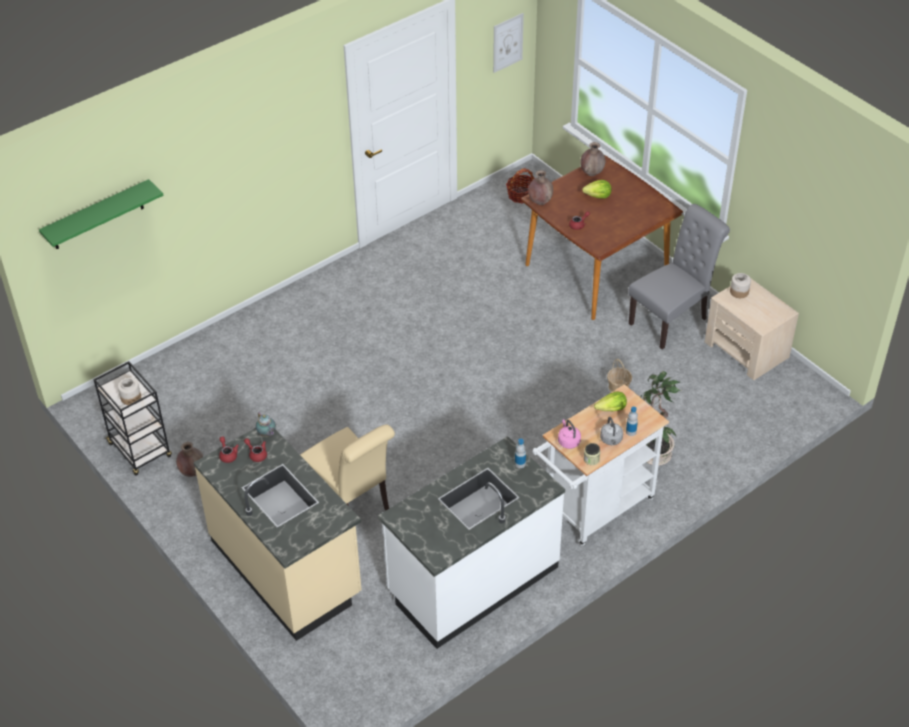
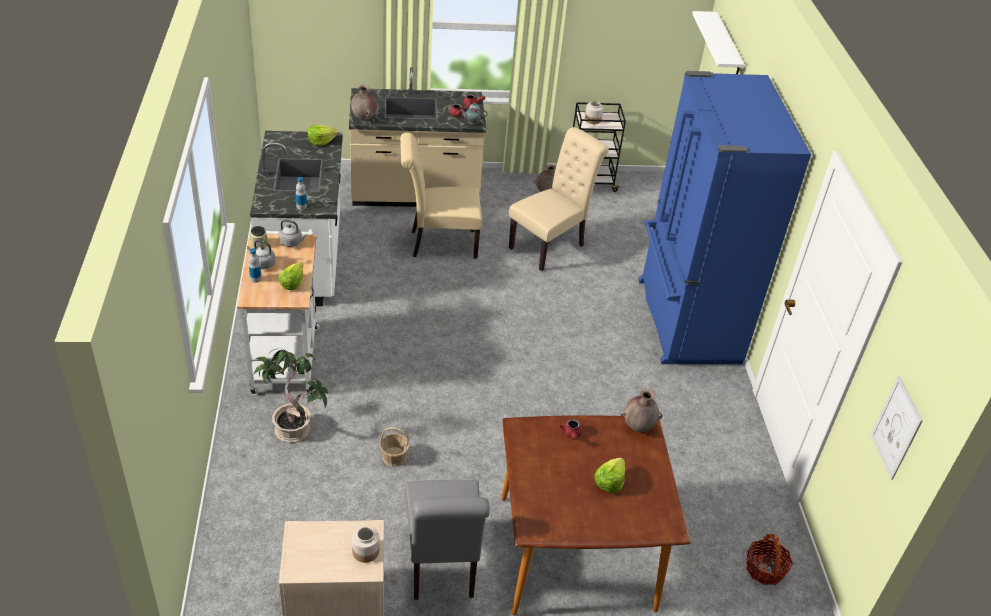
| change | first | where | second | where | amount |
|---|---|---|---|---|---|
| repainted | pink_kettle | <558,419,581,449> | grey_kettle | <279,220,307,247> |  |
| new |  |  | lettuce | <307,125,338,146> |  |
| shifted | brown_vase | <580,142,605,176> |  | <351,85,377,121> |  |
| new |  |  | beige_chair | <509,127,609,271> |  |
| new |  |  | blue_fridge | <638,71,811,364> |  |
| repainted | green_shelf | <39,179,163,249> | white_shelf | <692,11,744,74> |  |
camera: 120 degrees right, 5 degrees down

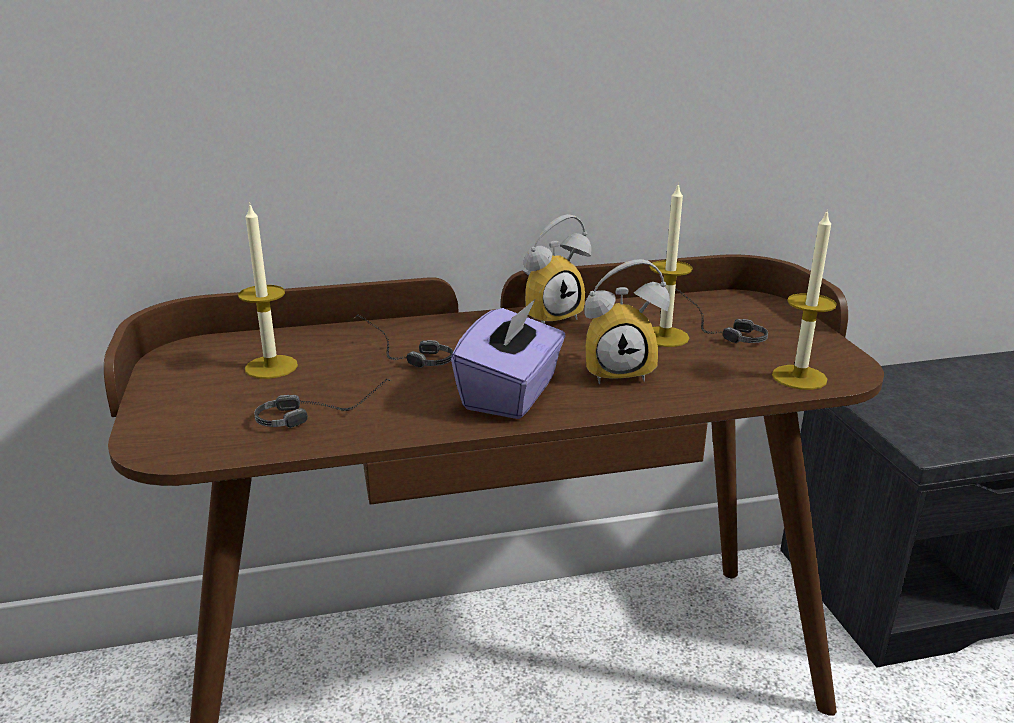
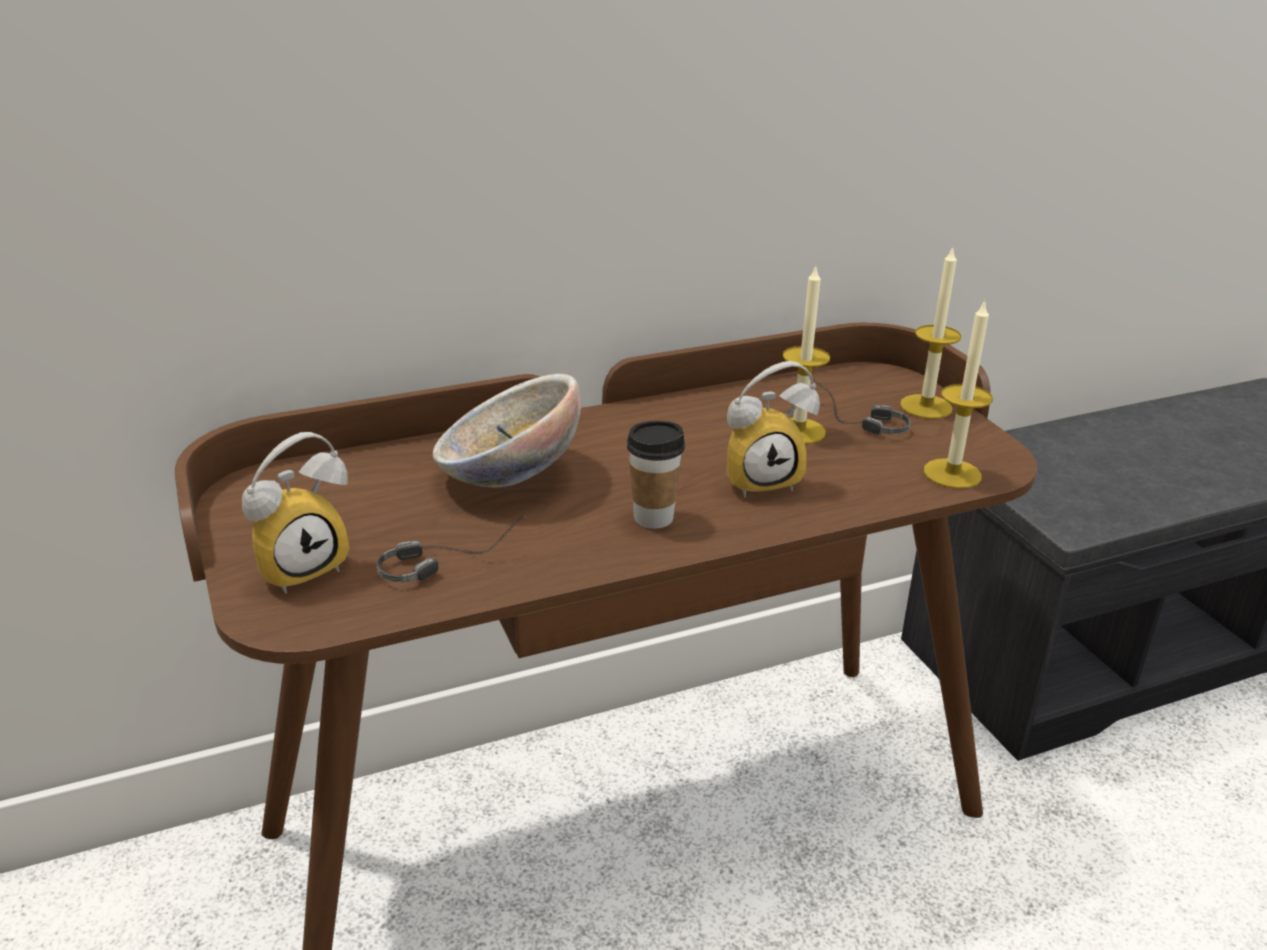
| change | first | where | second | where | amount |
|---|---|---|---|---|---|
| shifted | alarm_clock | <523,214,591,324> |  | <242,432,349,594> |  |
| swapped | headphones | <353,314,453,368> | bowl | <433,374,581,487> |  |
| swapped | purple_tissue_box | <451,299,565,419> | cup | <627,421,685,529> |  |
| shifted | candle | <238,202,298,379> |  | <900,246,961,419> |  |
camera: 10 degrees left, 5 degrees up

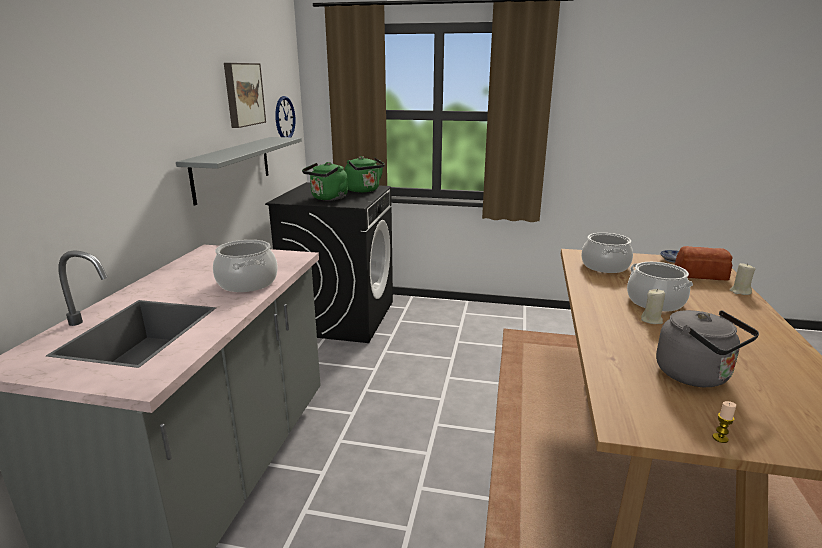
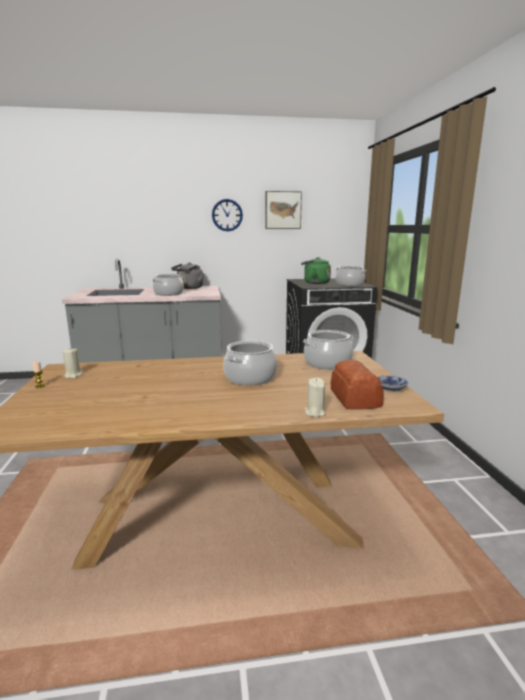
| change | first | where | second | where | amount |
|---|---|---|---|---|---|
| shifted | beige_candle | <641,289,665,324> |  | <62,348,83,378> |  |
| shifted | grey_kettle | <656,310,759,387> |  | <171,263,204,289> |  |
| shifted | wall_clock | <275,96,295,137> |  | <212,199,243,231> |  |
| swapped | green_kettle | <344,156,385,192> | cooking_pot | <336,266,366,286> |  |
| gone | grey_shelf | <176,137,302,206> |  |  |  |
camera: 70 degrees right, 5 degrees down

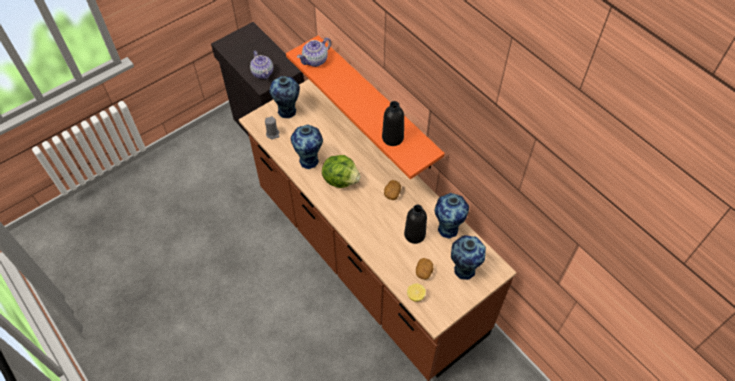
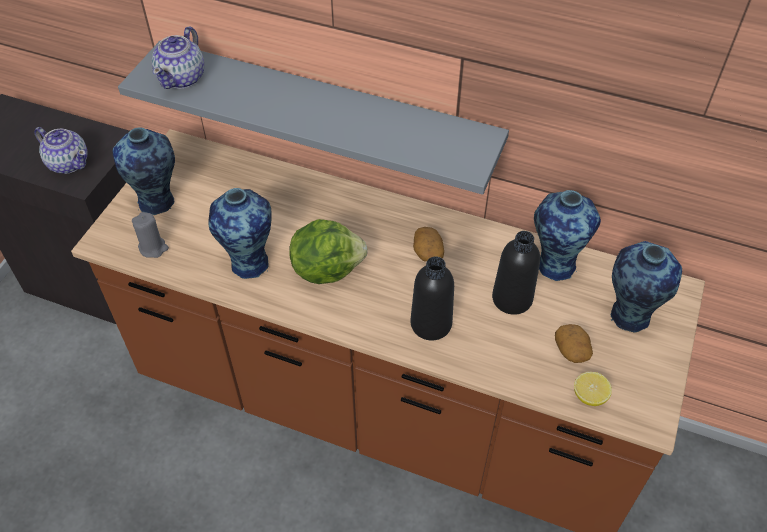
| change | first | where | second | where | amount |
|---|---|---|---|---|---|
| repainted | orange_shelf | <286,35,445,179> | grey_shelf | <118,40,509,195> |  |
| shifted | black_bottle | <382,101,404,146> |  | <410,256,454,340> |  |
camera: 30 degrees left, 5 degrees down

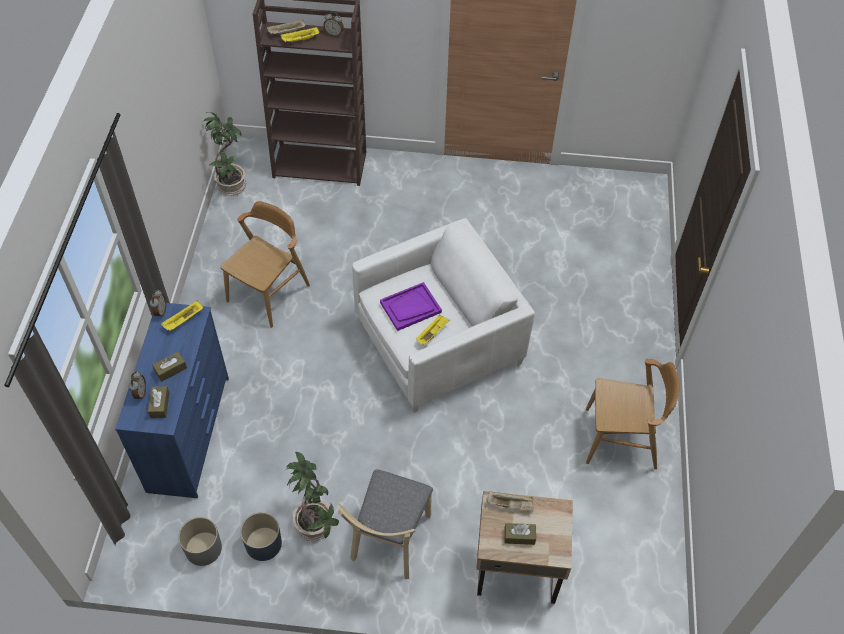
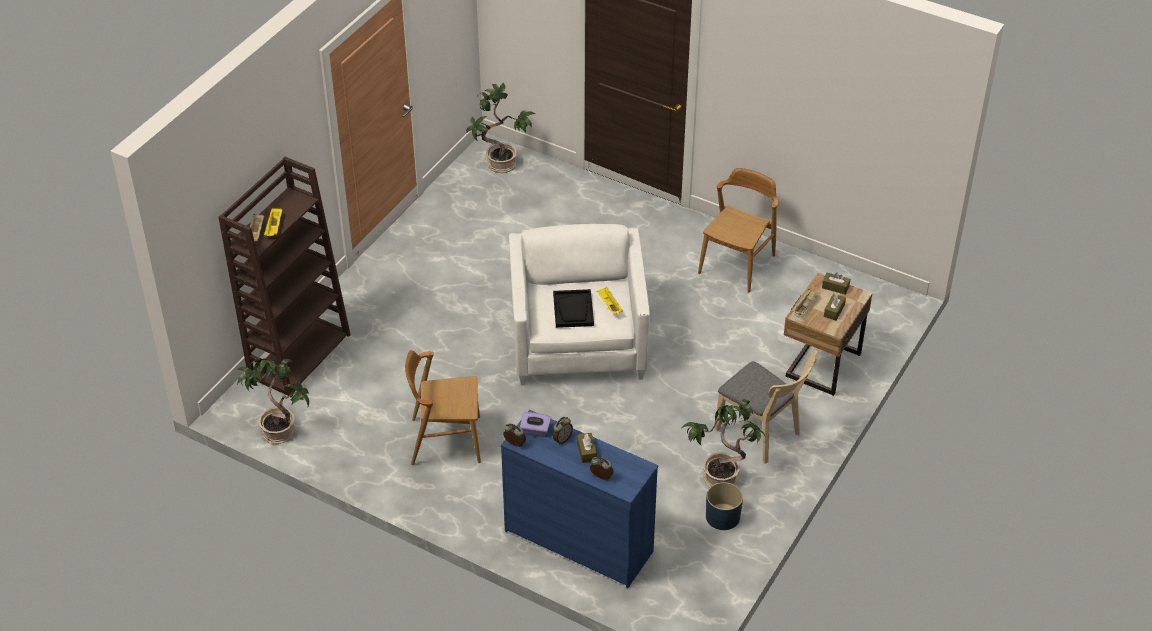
| change | first | where | second | where | amount |
|---|---|---|---|---|---|
| rotated | brown_chair | <220,201,310,328> |  | <405,350,481,465> | 60 degrees counterclockwise |
| new |  |  | potted_plant | <466,82,536,173> |  |
| swapped | yellow_tray | <161,301,203,331> | purple_tissue_box | <520,412,551,437> |  |
| repainted | purple_tray | <380,282,442,331> | black_tray | <553,289,594,328> |  |
| shifted | alarm_clock | <323,12,344,37> |  | <553,417,573,444> |  |
| shifted | brown_tissue_box | <148,386,169,418> |  | <822,272,850,295> |  |
| gone | grey_planter | <178,517,222,566> |  |  |  |
camera: 65 degrees left, 10 degrees down

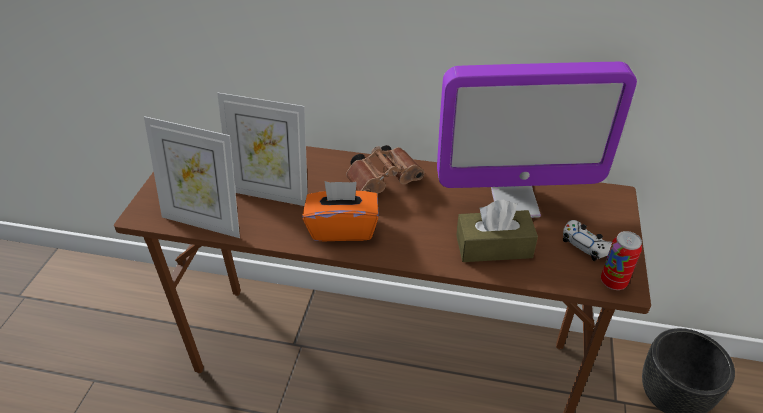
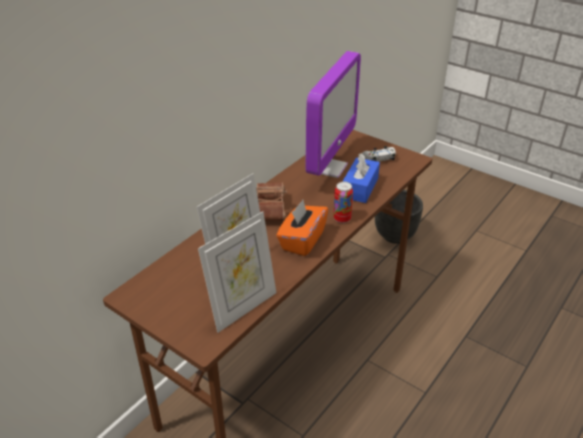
| change | first | where | second | where | amount |
|---|---|---|---|---|---|
| shifted | can | <601,231,642,290> |  | <333,181,353,223> |  |
| repainted | brown_tissue_box | <456,200,538,262> | blue_tissue_box | <343,153,380,203> |  |
camera: 65 degrees left, 5 degrees down

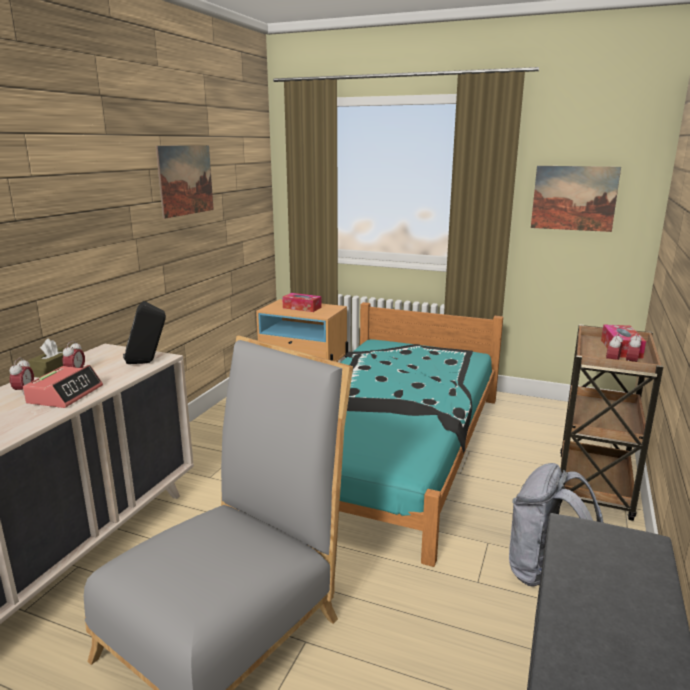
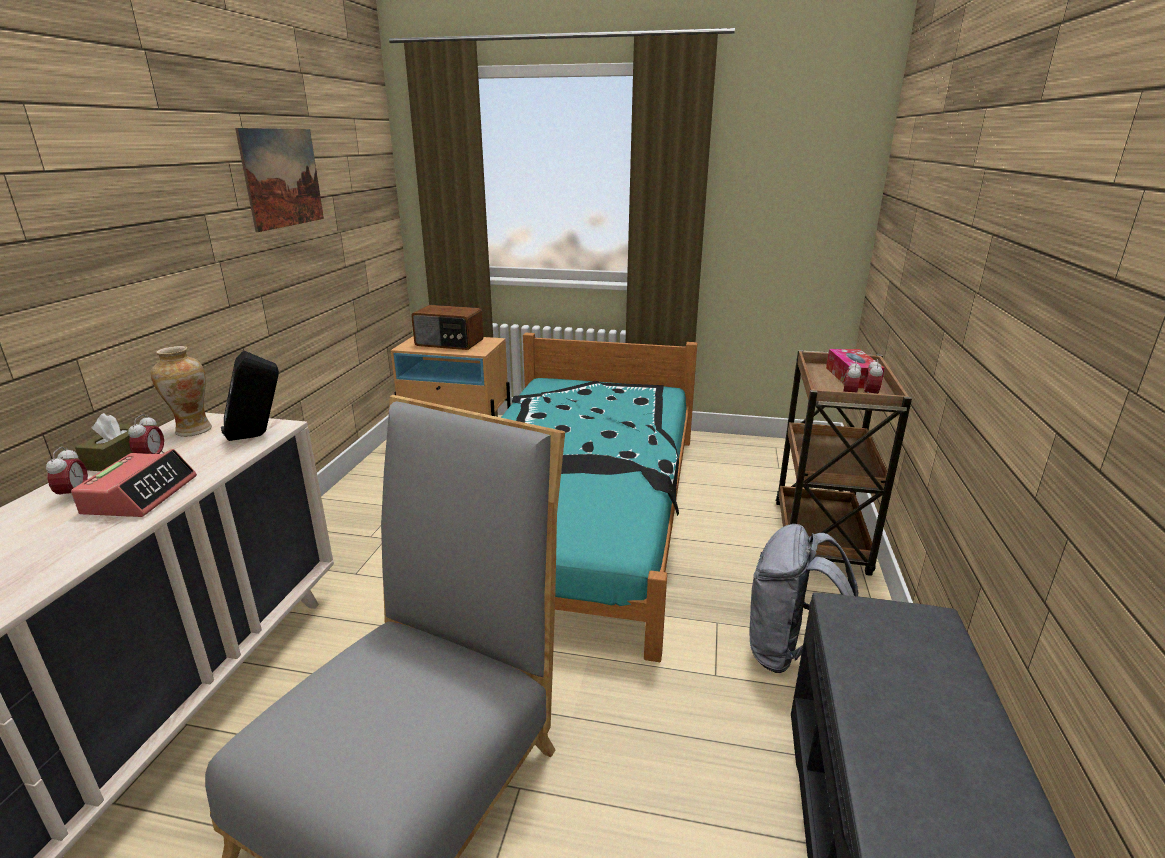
| change | first | where | second | where | amount |
|---|---|---|---|---|---|
| new |  |  | vase | <151,346,212,437> |  |
| swapped | tissue_box | <282,293,322,312> | radio | <411,305,484,350> |  |
| gone | picture | <531,166,621,232> |  |  |  |
camera: 10 degrees left, 5 degrees up

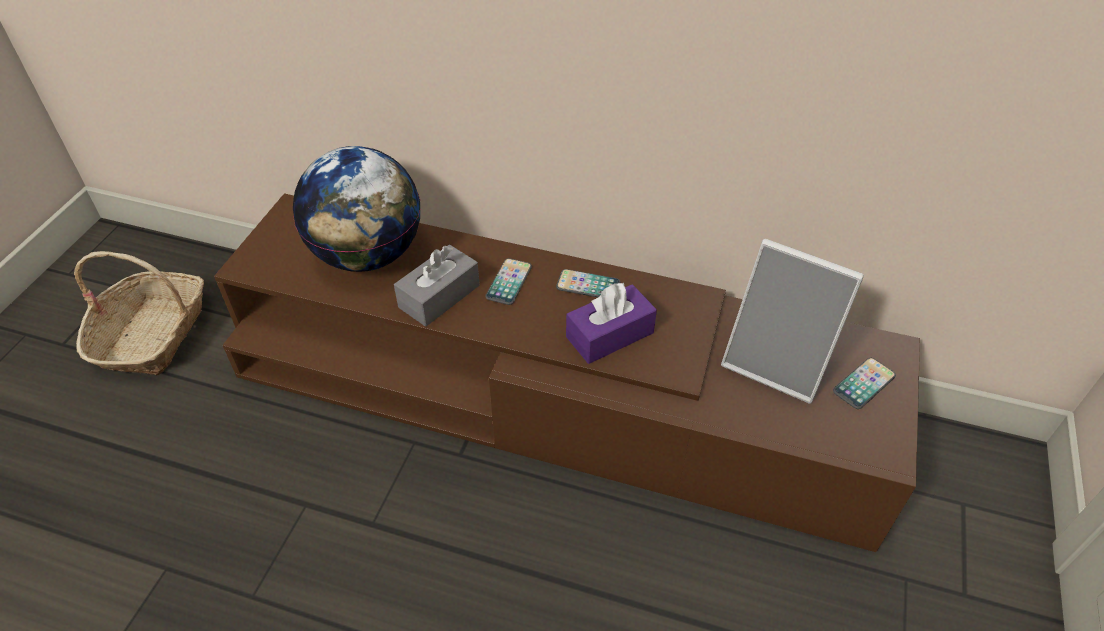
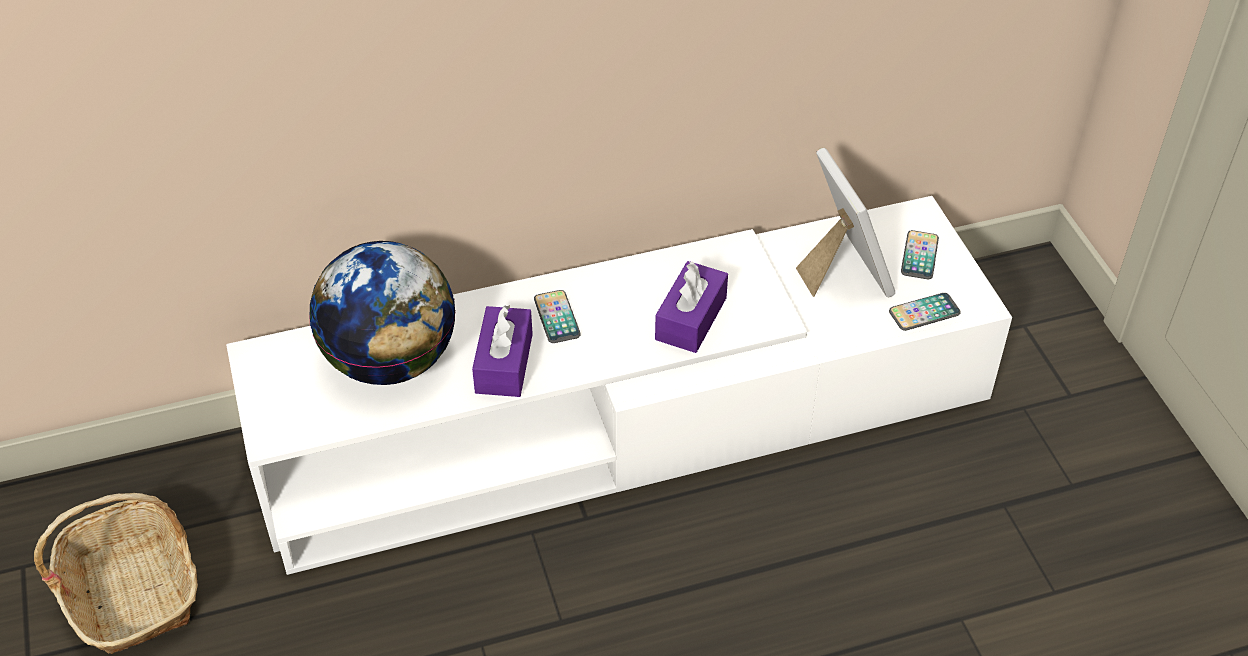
| change | first | where | second | where | amount |
|---|---|---|---|---|---|
| repainted | brown_tv_stand | <214,193,920,552> | white_tv_stand | <226,196,1012,575> |  |
| repainted | grey_tissue_box | <394,245,480,327> | purple_tissue_box | <472,305,533,397> |  |
| rotated | picture_frame | <721,239,864,403> |  | <796,148,895,297> | 105 degrees counterclockwise |
| shifted | phone | <556,269,620,297> |  | <889,293,961,331> |  |
camera: 35 degrees left, 0 degrees up

